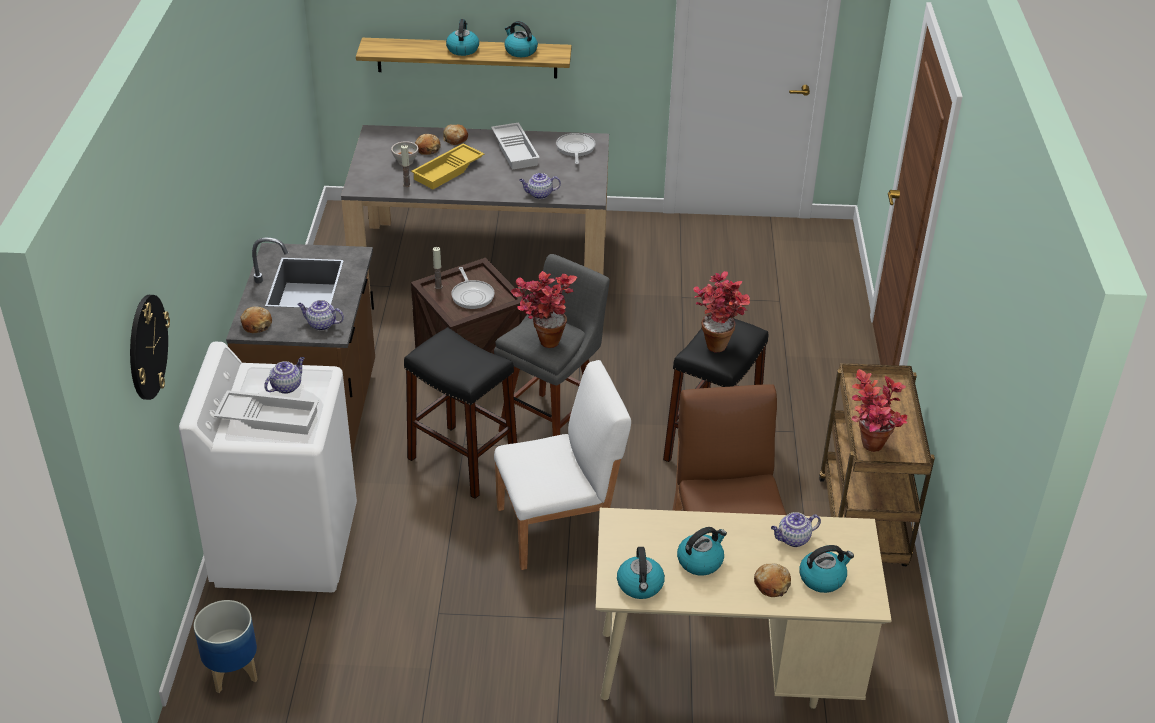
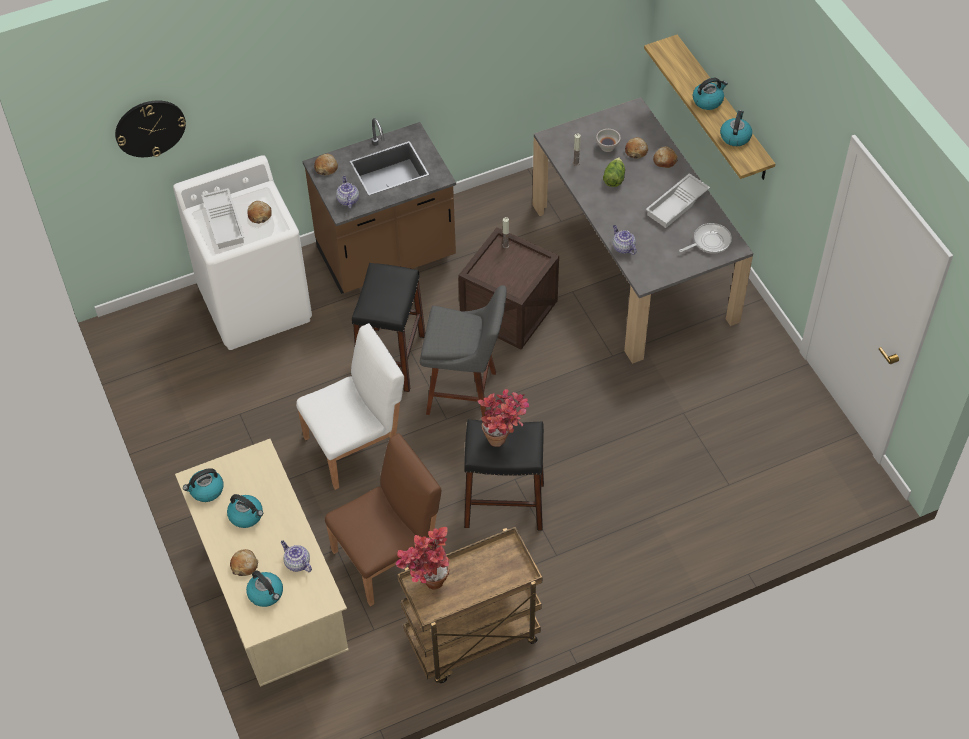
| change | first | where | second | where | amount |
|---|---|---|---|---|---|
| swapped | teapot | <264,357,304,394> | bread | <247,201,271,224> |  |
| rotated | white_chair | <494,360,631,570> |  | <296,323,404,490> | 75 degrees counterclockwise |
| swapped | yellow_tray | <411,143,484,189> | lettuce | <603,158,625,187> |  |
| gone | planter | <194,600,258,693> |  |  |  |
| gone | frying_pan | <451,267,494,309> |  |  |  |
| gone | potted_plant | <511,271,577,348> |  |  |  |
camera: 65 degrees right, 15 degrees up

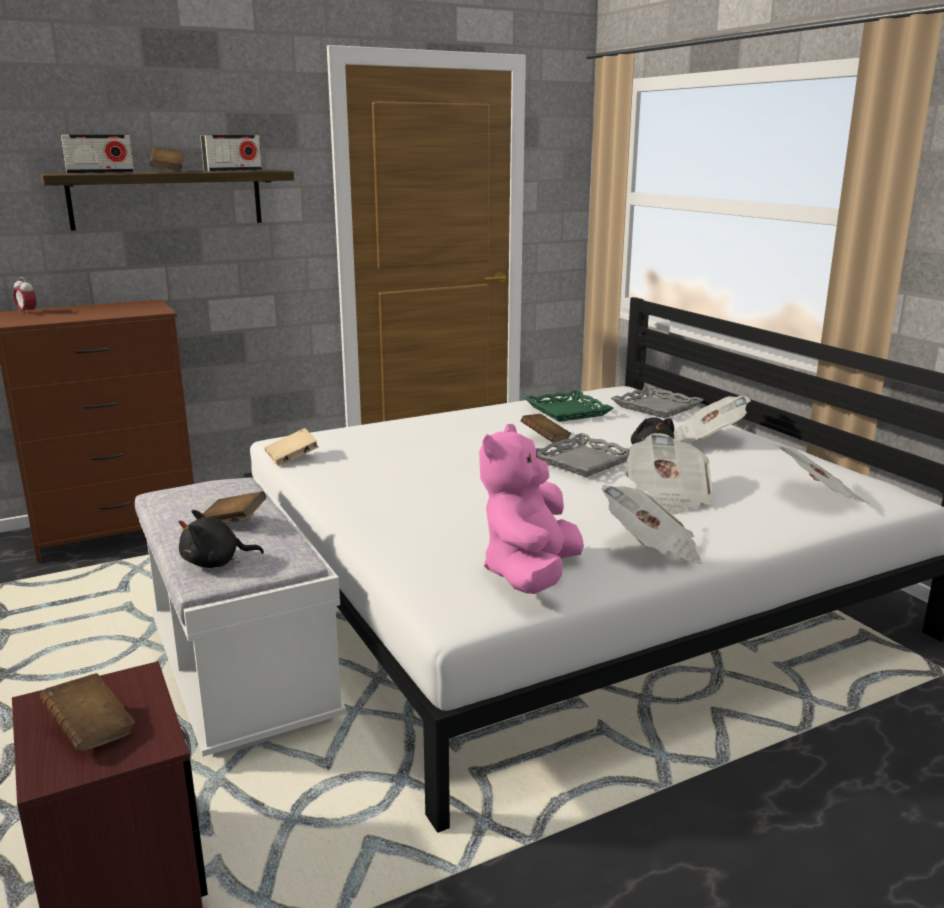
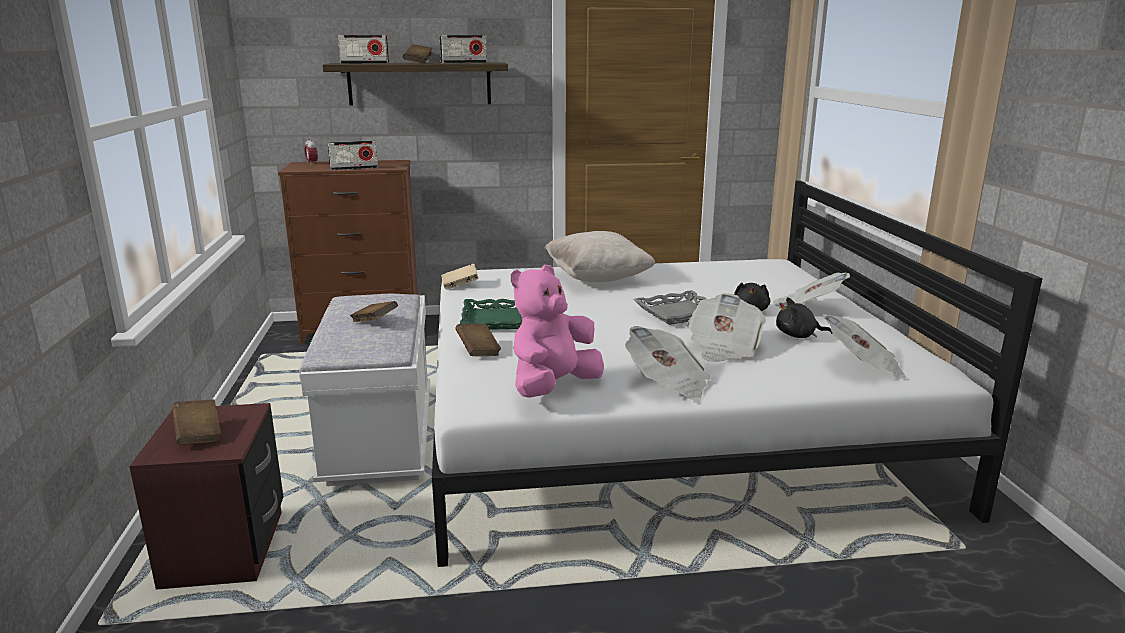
| change | first | where | second | where | amount |
|---|---|---|---|---|---|
| new |  |  | radio | <328,140,378,170> |  |
| shifted | brown_book | <521,414,571,443> |  | <455,324,501,356> |  |
| shifted | green_tray | <524,390,613,422> |  | <460,299,522,330> |  |
| new |  |  | beige_pillow | <545,231,655,282> |  |
| shifted | black_plush_toy | <178,510,264,568> |  | <776,297,833,338> |  |
| gone | grey_tray | <611,386,704,418> |  |  |  |
camera: 20 degrees right, 0 degrees up

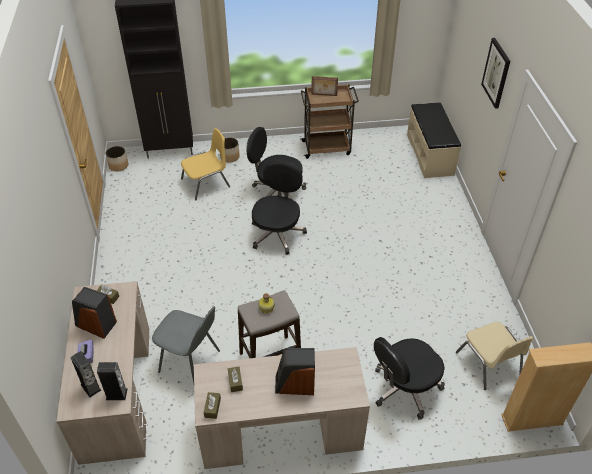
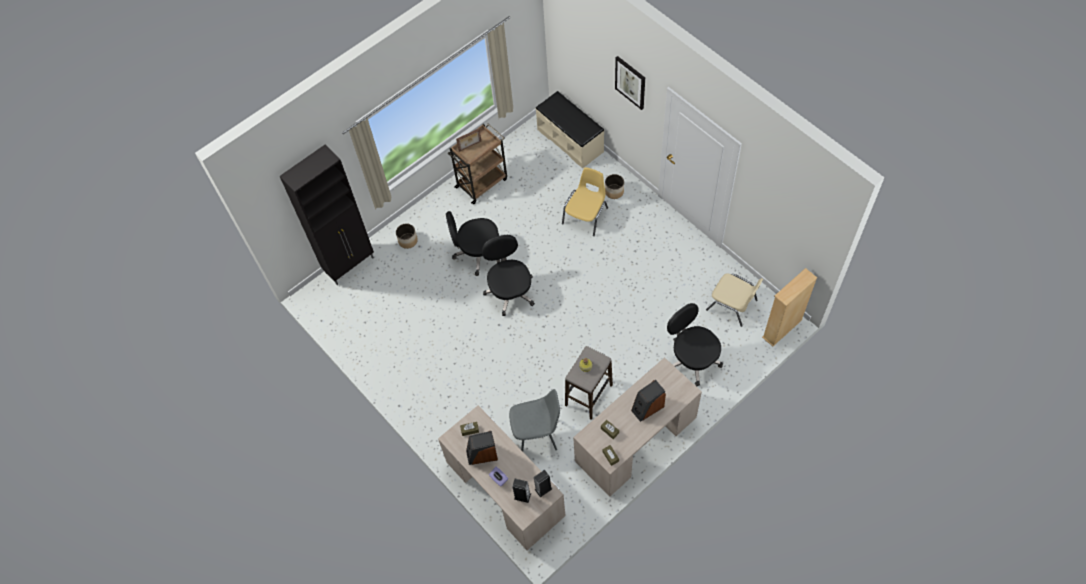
| change | first | where | second | where | amount |
|---|---|---|---|---|---|
| shifted | yellow_chair | <181,128,230,200> |  | <562,167,608,236> |  |
| shifted | planter | <106,146,128,172> |  | <605,174,624,199> |  |
| rotated | black_office_chair | <374,337,445,420> |  | <667,303,723,386> | 120 degrees clockwise |
camera: 30 degrees left, 15 degrees up

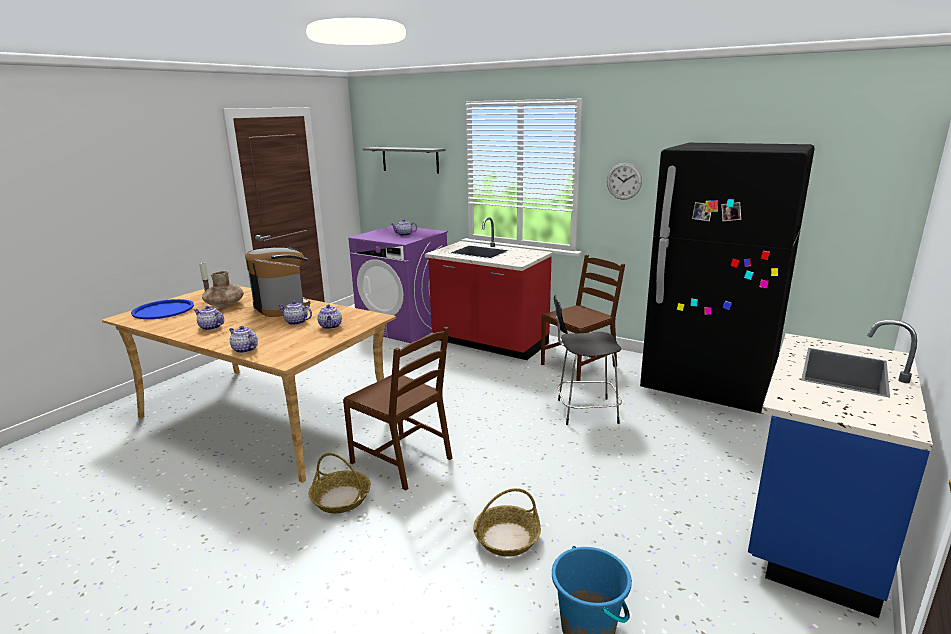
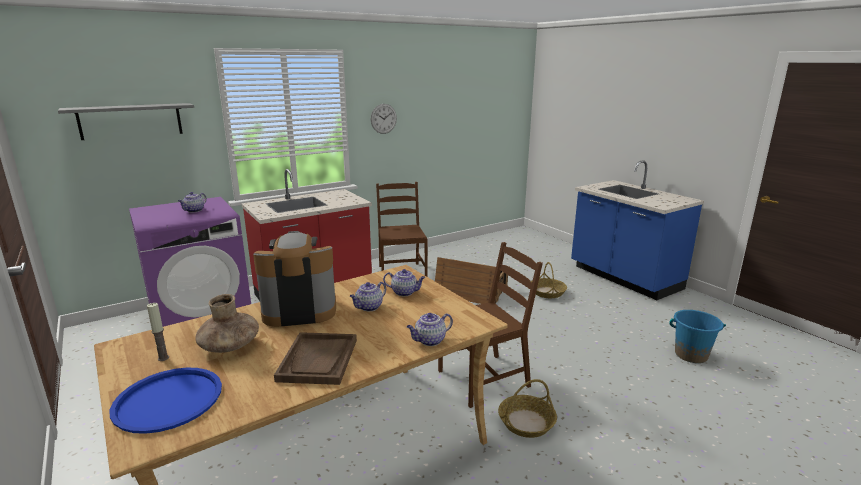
| change | first | where | second | where | amount |
|---|---|---|---|---|---|
| swapped | teapot | <194,306,224,330> | brown_tray | <274,332,357,385> |  |
| swapped | black_chair | <554,295,622,425> | crate | <435,257,508,304> |  |
| shifted | basket | <473,488,541,557> |  | <531,262,567,298> |  |
| gone | black_fridge | <640,143,815,414> |  |  |  |
camera: 65 degrees left, 0 degrees up

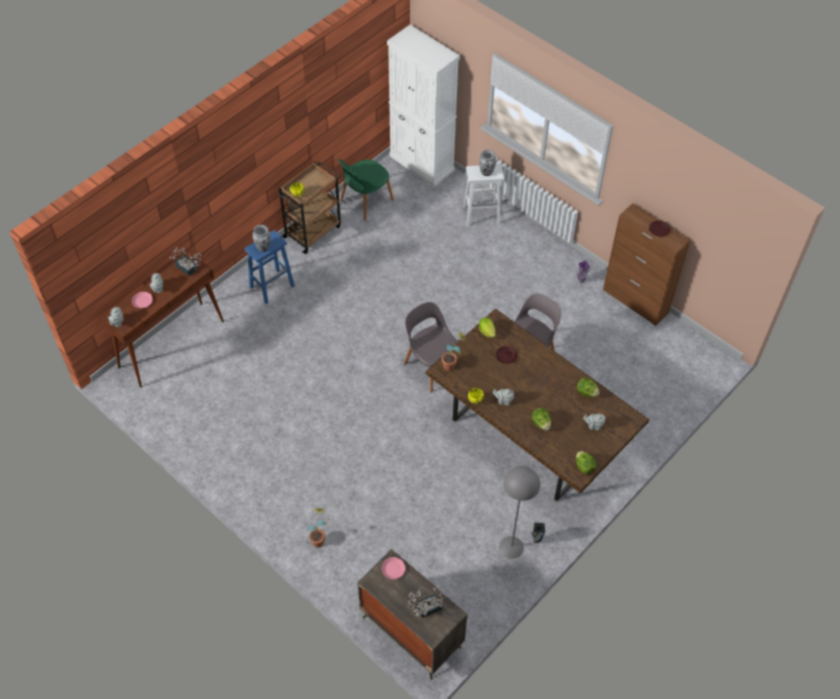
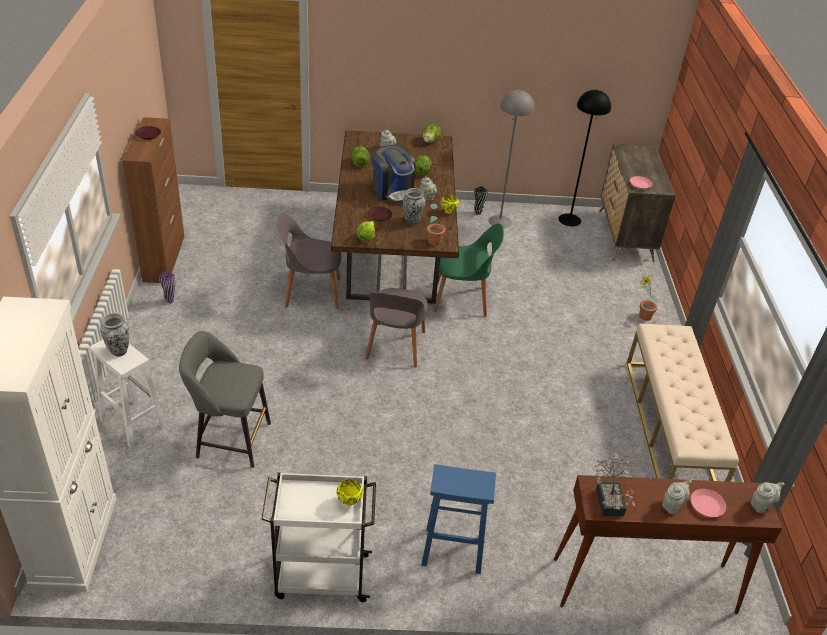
| change | first | where | second | where | amount |
|---|---|---|---|---|---|
| new |  |  | grey_stool | <179,331,271,468> |  |
| repainted | brown_cart | <277,161,341,254> | white_cart | <261,472,376,602> |  |
| new |  |  | coffee_machine | <371,145,416,204> |  |
| shifted | vase | <253,225,271,252> |  | <403,188,425,225> |  |
| shifted | green_chair | <338,159,394,221> |  | <434,223,504,317> |  |
| new |  |  | black_floor_lamp | <558,90,611,226> |  |
| new |  |  | beige_bench | <626,324,739,482> |  |
| gone | potted_plant | <408,586,447,618> |  |  |  |
camera: 135 degrees left, 15 degrees down

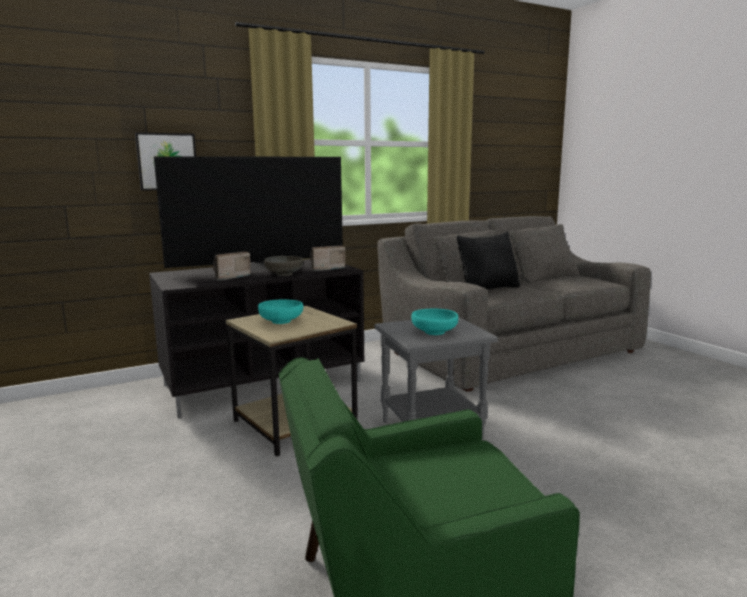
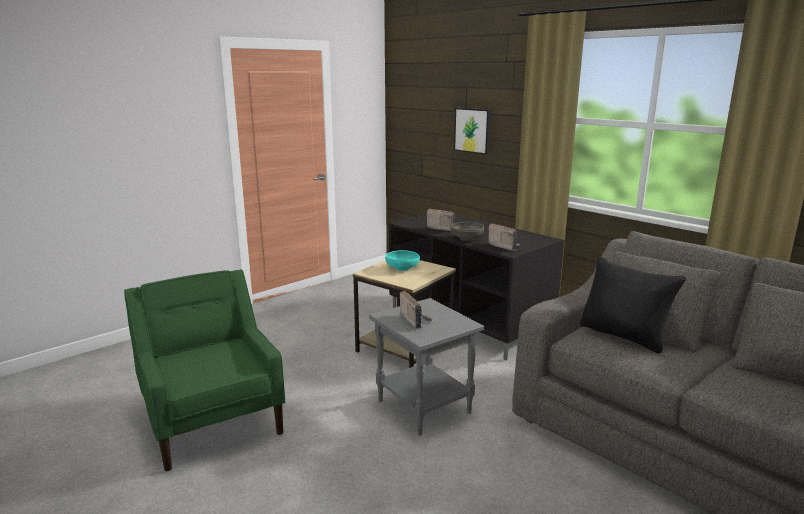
| change | first | where | second | where | amount |
|---|---|---|---|---|---|
| swapped | turquoise_bowl | <411,309,458,335> | radio | <400,290,435,329> |  |
| gone | television | <154,156,343,271> |  |  |  |
camera: 75 degrees right, 5 degrees up

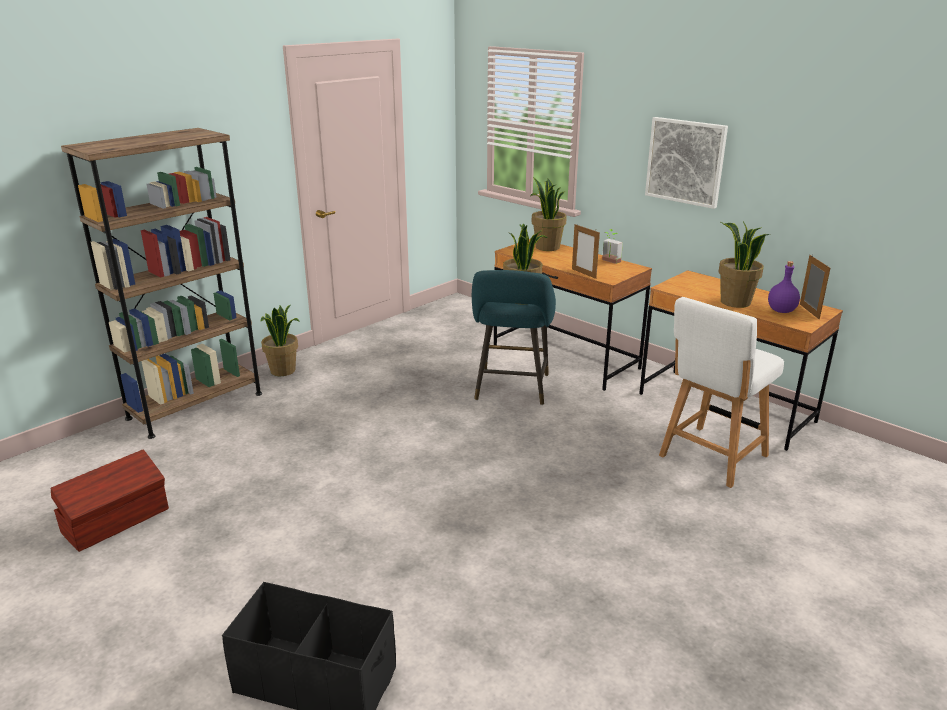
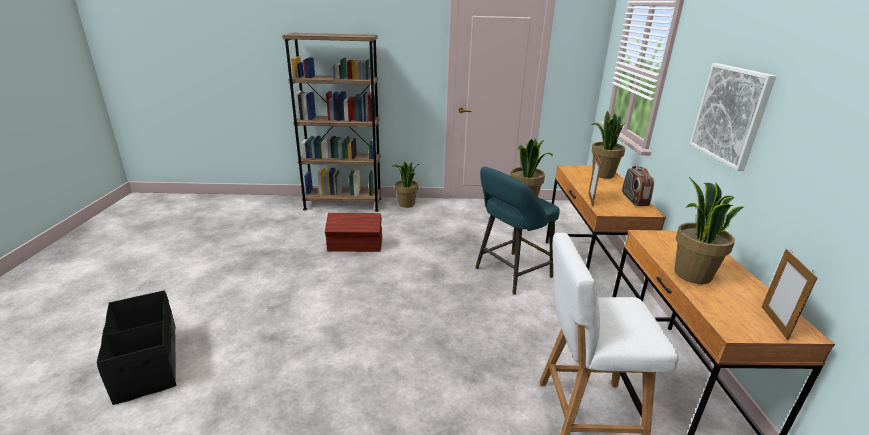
| change | first | where | second | where | amount |
|---|---|---|---|---|---|
| shifted | brown_storage_box | <51,449,169,552> |  | <325,213,382,252> |  |
| swapped | potted_plant | <602,229,623,264> | radio | <622,166,654,206> |  |
| rotated | picture_frame | <800,255,830,320> |  | <762,249,817,340> | 150 degrees clockwise |
| gone | purple_bottle | <768,261,800,313> |  |  |  |
camera: 45 degrees right, 0 degrees up

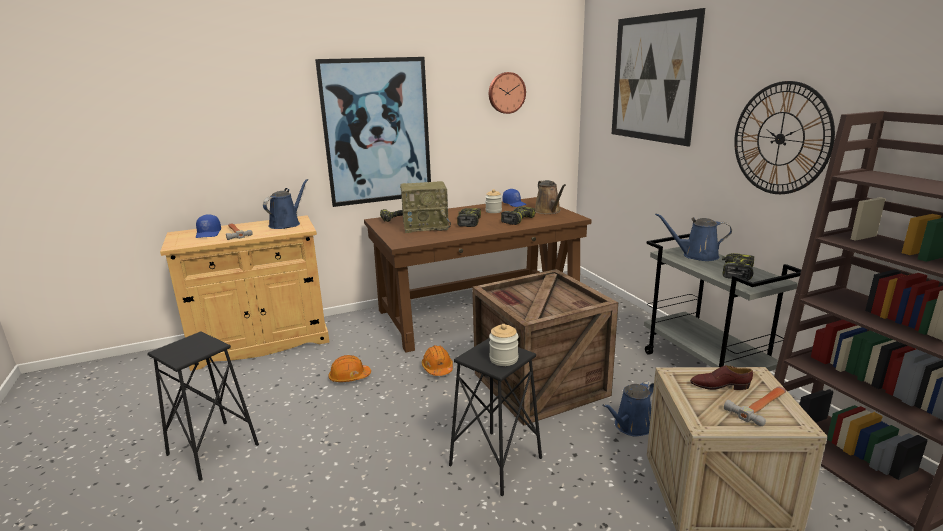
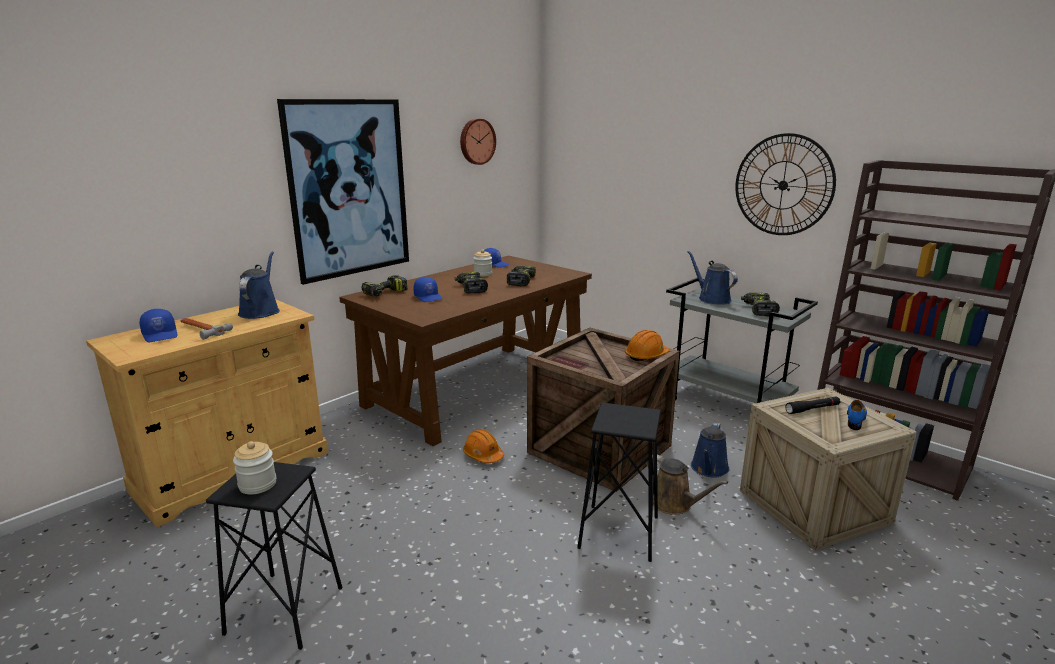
| change | first | where | second | where | amount |
|---|---|---|---|---|---|
| shifted | jar | <489,324,519,366> |  | <233,441,277,494> |  |
| swapped | radio | <400,181,451,233> | blue_cap | <413,277,442,302> |  |
| shifted | orange_hard_hat | <328,355,371,382> |  | <625,330,669,361> |  |
| shifted | brown_watering_can | <535,180,566,214> |  | <646,455,728,515> |  |
| rotated | blue_watering_can | <655,213,732,261> |  | <687,251,738,304> | 75 degrees clockwise |
| swapped | brown_shoe | <690,365,753,390> | black_flashlight | <786,396,840,414> |  |
| swapped | hammer | <724,387,786,426> | blue_shoe | <847,400,867,430> |  |
| gone | picture | <612,8,705,147> |  |  |  |
camera: 25 degrees left, 0 degrees up

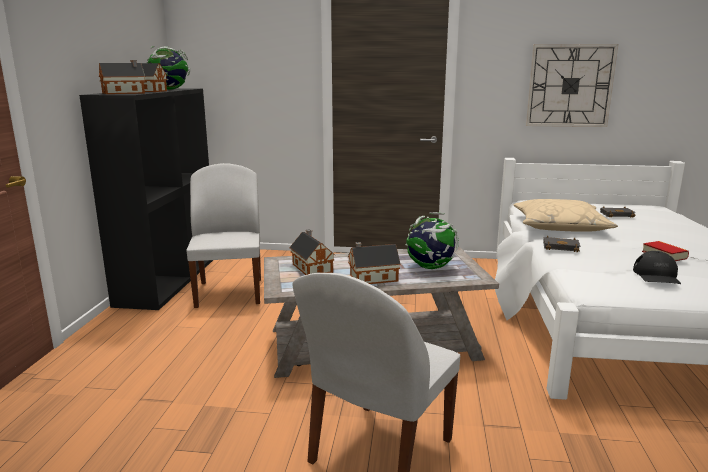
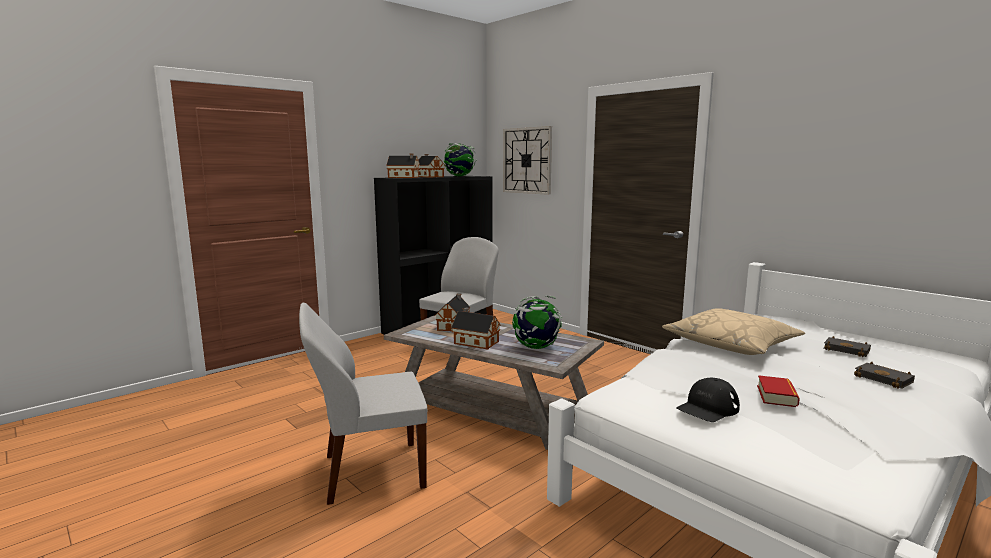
| change | first | where | second | where | amount |
|---|---|---|---|---|---|
| shifted | wall_clock | <526,44,618,127> |  | <503,126,552,195> |  |
| shifted | black_book | <543,236,580,252> |  | <854,362,915,389> |  |
camera: 40 degrees right, 5 degrees down

